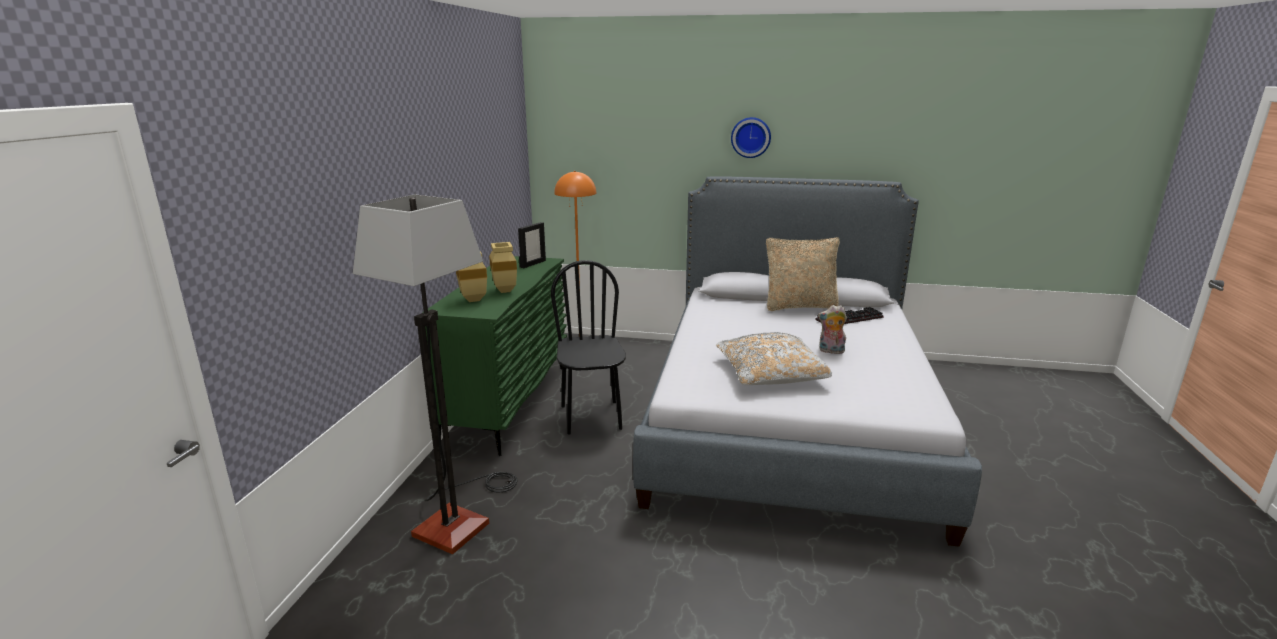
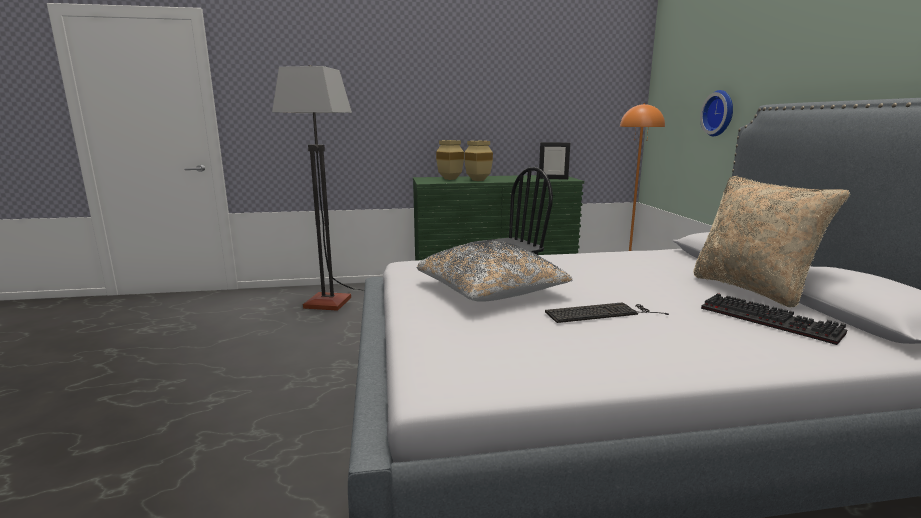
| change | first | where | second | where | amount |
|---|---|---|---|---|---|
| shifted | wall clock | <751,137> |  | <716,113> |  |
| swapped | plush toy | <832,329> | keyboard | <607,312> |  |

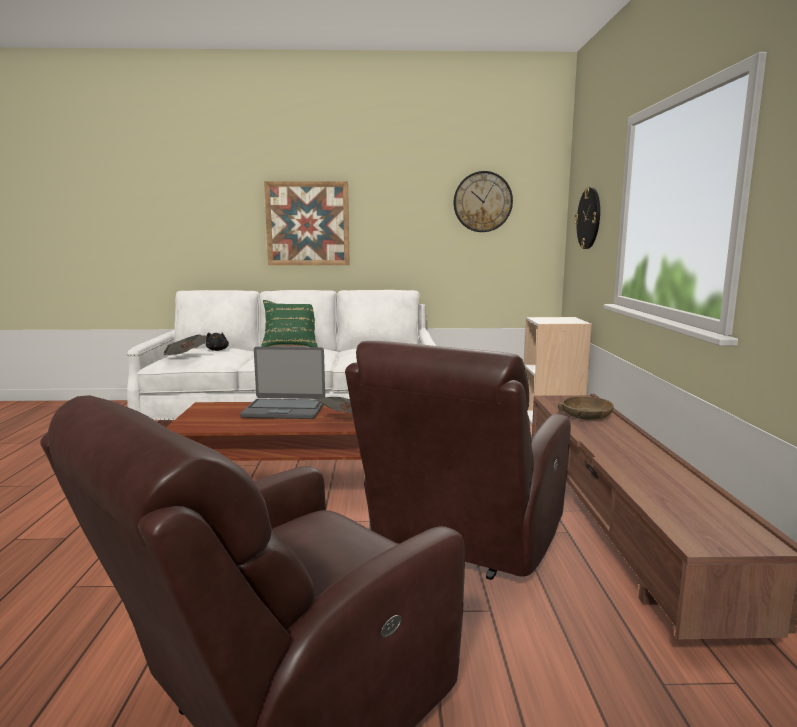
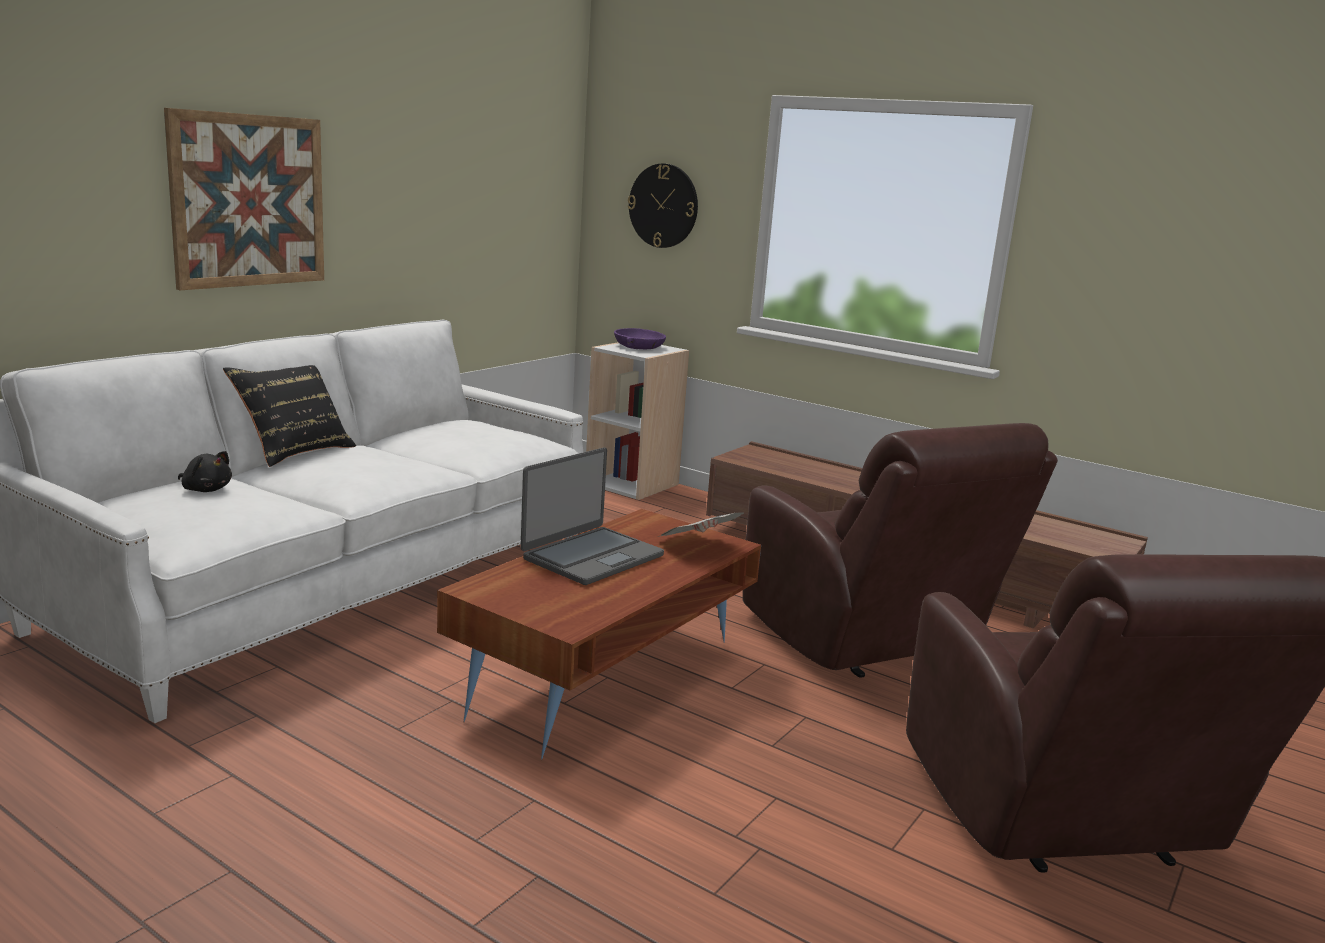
| change | first | where | second | where | amount |
|---|---|---|---|---|---|
| gone | wall clock | <483,201> |  |  |  |
| repainted | green pillow | <289,323> | black pillow | <289,416> |  |
| gone | newspaper | <185,345> |  |  |  |
| gone | brown bowl | <586,408> |  |  |  |
| new |  |  | purple bowl | <640,338> |  |

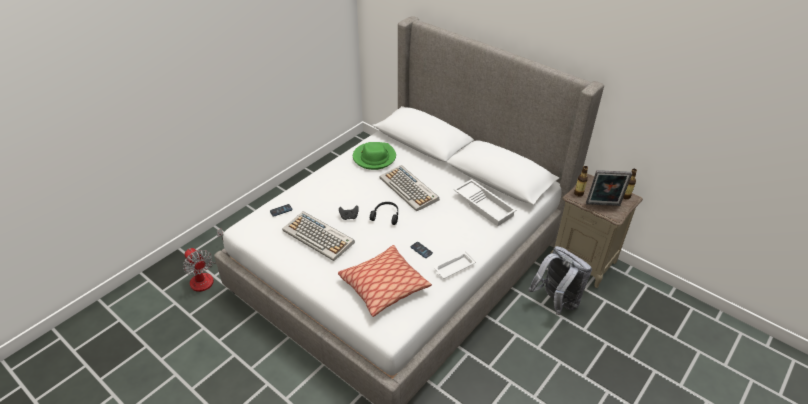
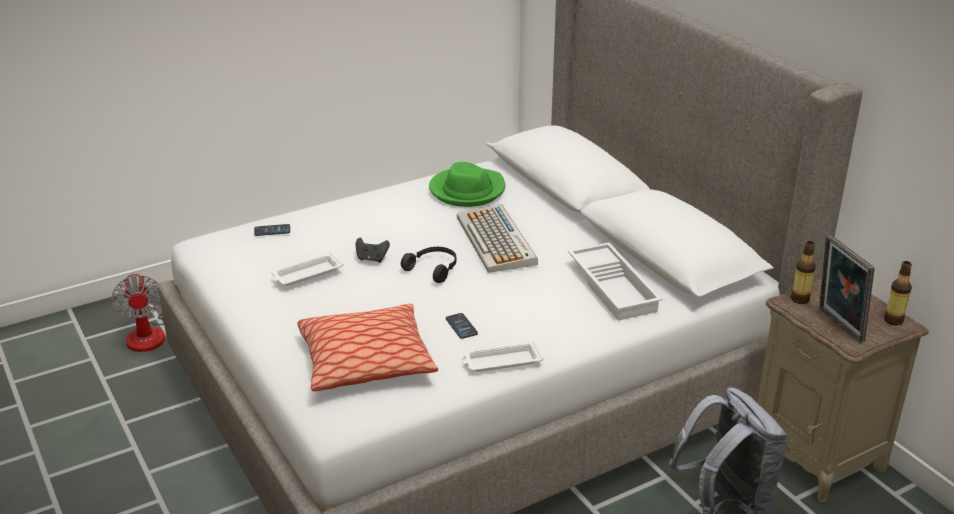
| change | first | where | second | where | amount |
|---|---|---|---|---|---|
| rotated | picture frame | <609,188> |  | <847,289> | 45 degrees clockwise |
| swapped | keyboard | <318,236> | white tray | <307,269> |  |

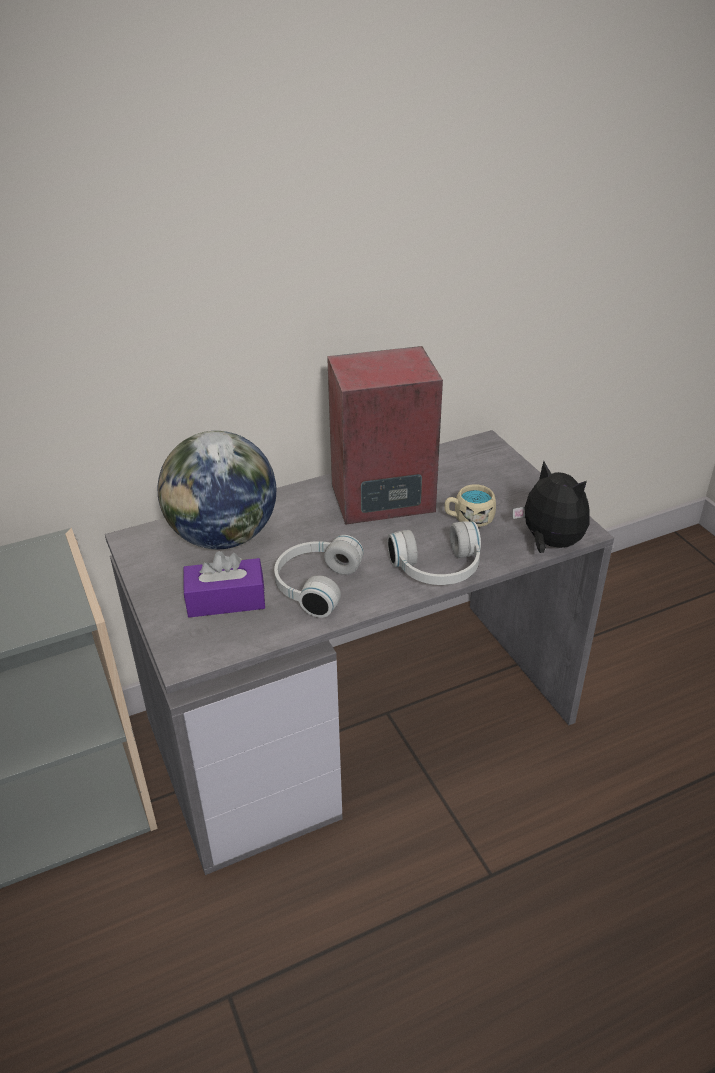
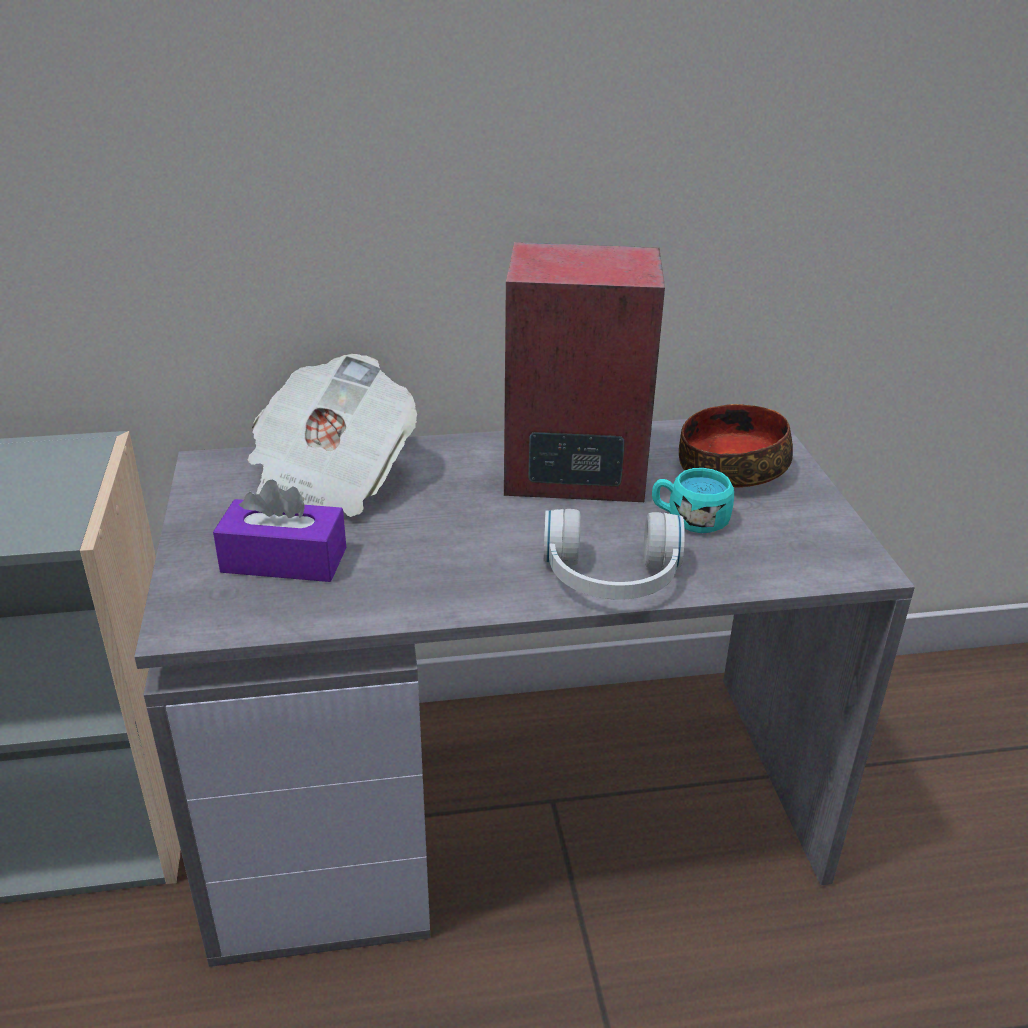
| change | first | where | second | where | amount |
|---|---|---|---|---|---|
| swapped | globe | <217,490> | newspaper | <332,435> |  |
| gone | plush toy | <551,507> |  |  |  |
| repainted | beige mug | <470,505> | turquoise mug | <693,500> |  |
| gone | white headphones | <319,576> |  |  |  |
| new |  |  | bowl | <736,446> |  |

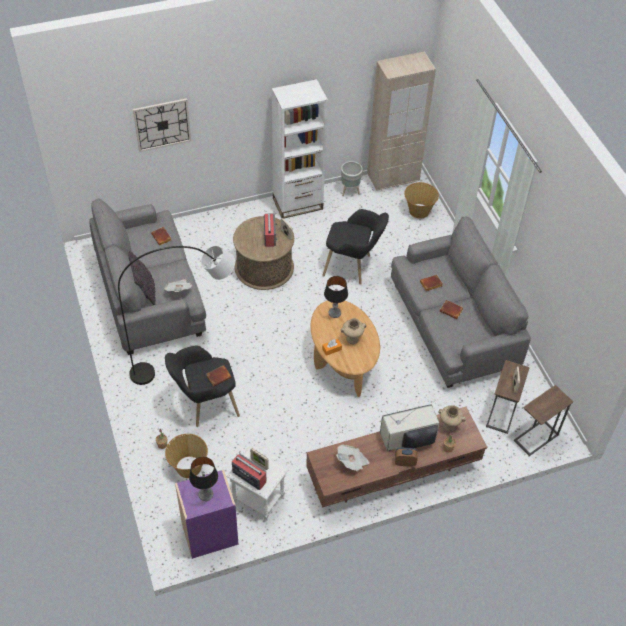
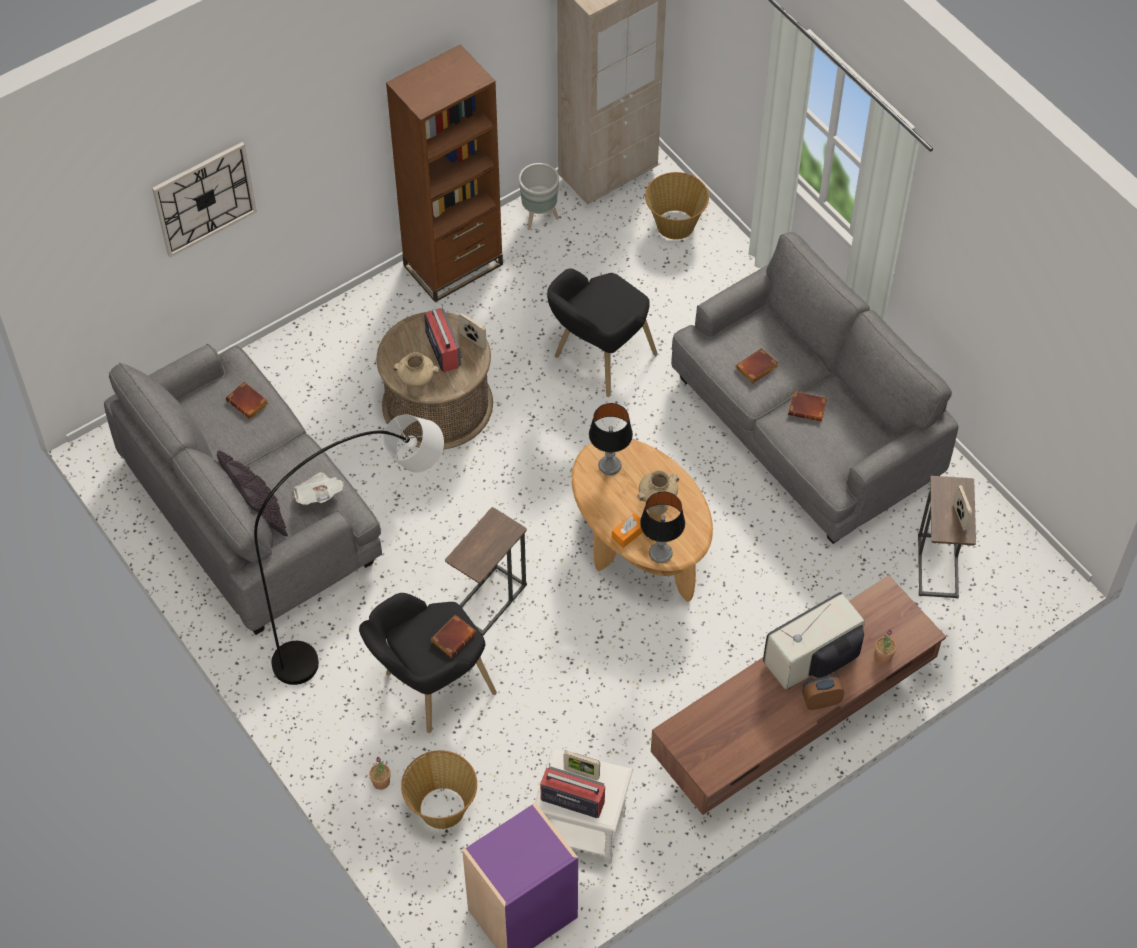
| change | first | where | second | where | amount |
|---|---|---|---|---|---|
| repainted | white bookcase | <300,149> | brown bookcase | <444,173> |  |
| rotated | black armchair | <355,247> |  | <602,332> | 135 degrees clockwise |
| shifted | brown side table | <543,420> |  | <486,571> |  |
| shifted | beige vase | <452,418> |  | <416,374> |  |
| gone | newspaper | <352,457> |  |  |  |
| shifted | table lamp | <203,479> |  | <662,527> |  |

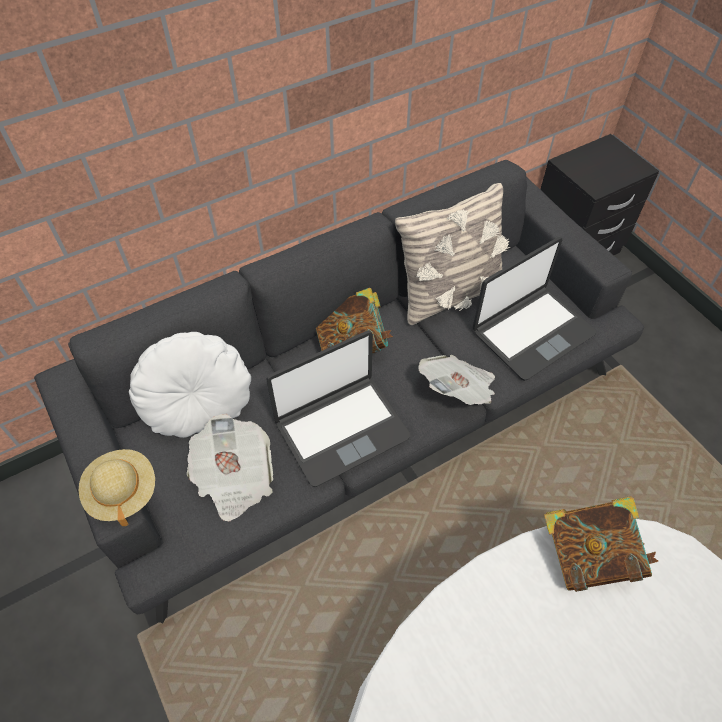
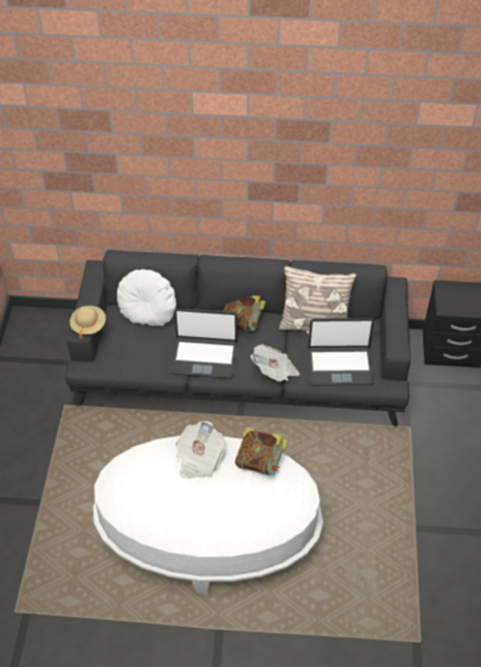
| change | first | where | second | where | amount |
|---|---|---|---|---|---|
| shifted | newspaper | <229,468> |  | <201,450> |  |

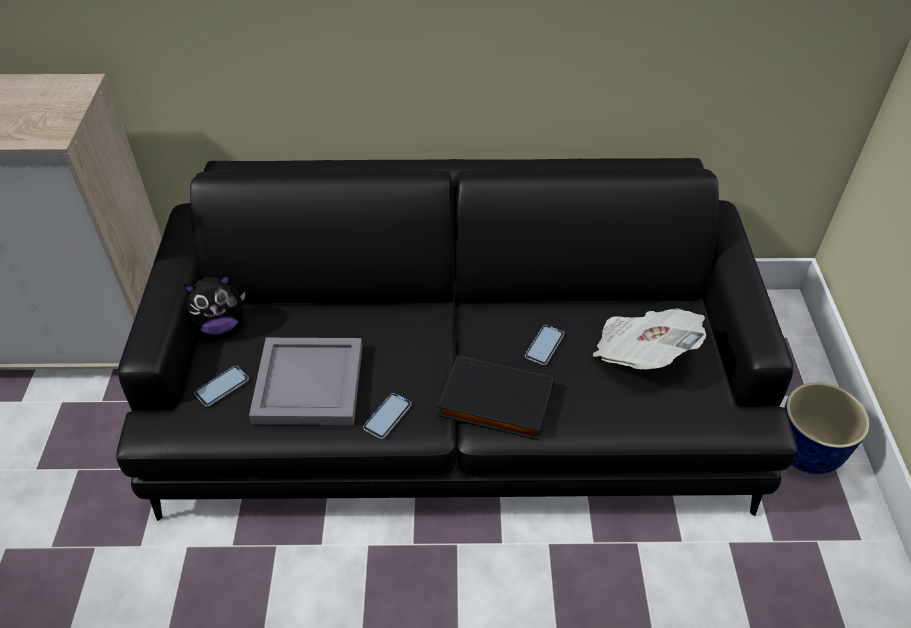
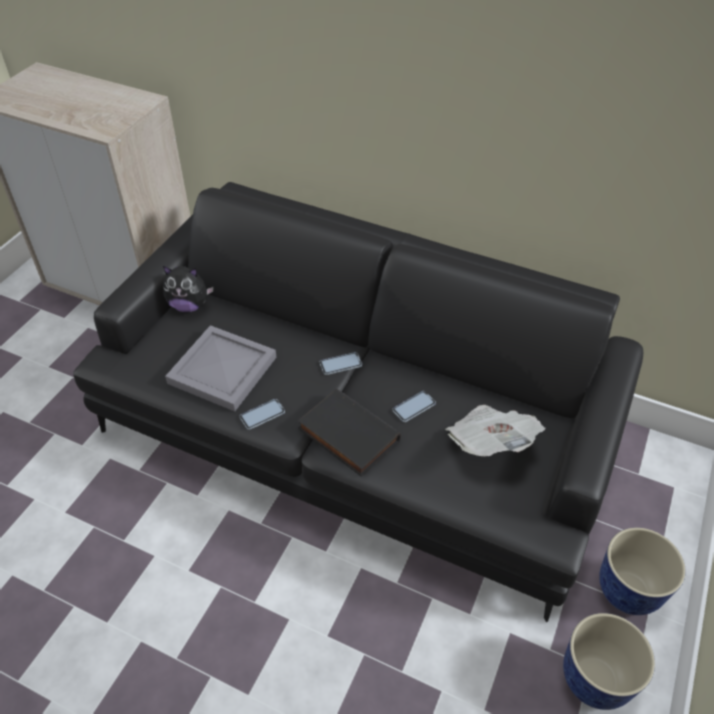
| change | first | where | second | where | amount |
|---|---|---|---|---|---|
| shifted | phone | <221,386> |  | <341,363> |  |
| new |  |  | planter | <609,661> |  |

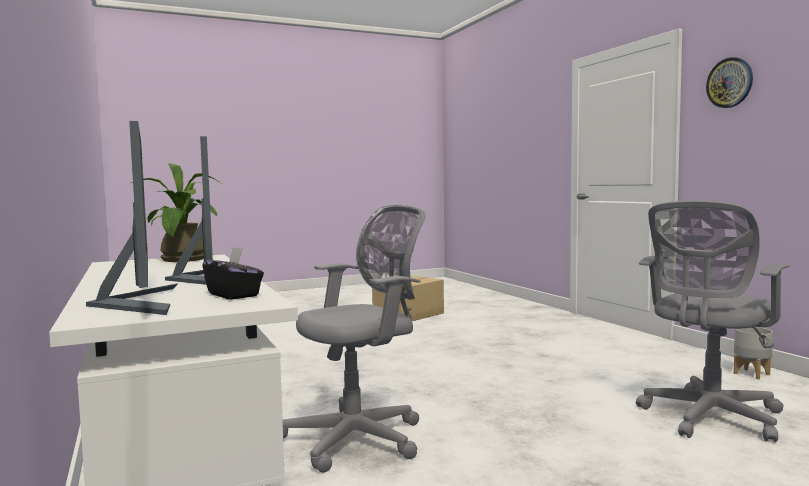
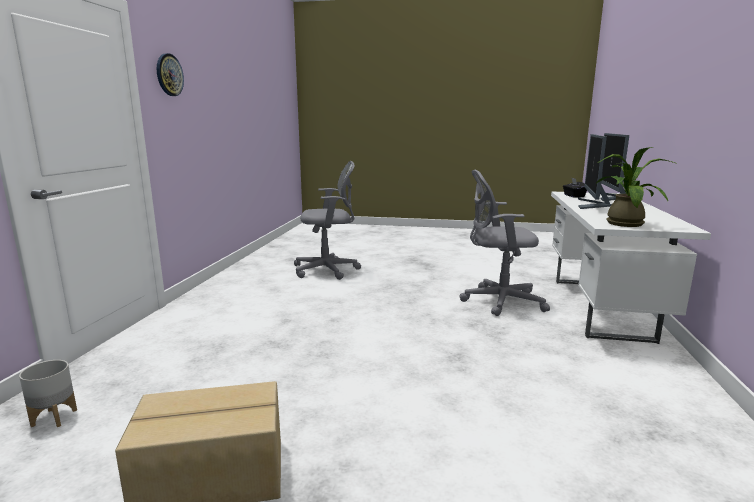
| change | first | where | second | where | amount |
|---|---|---|---|---|---|
| shifted | grey planter | <753,353> |  | <48,393> |  |

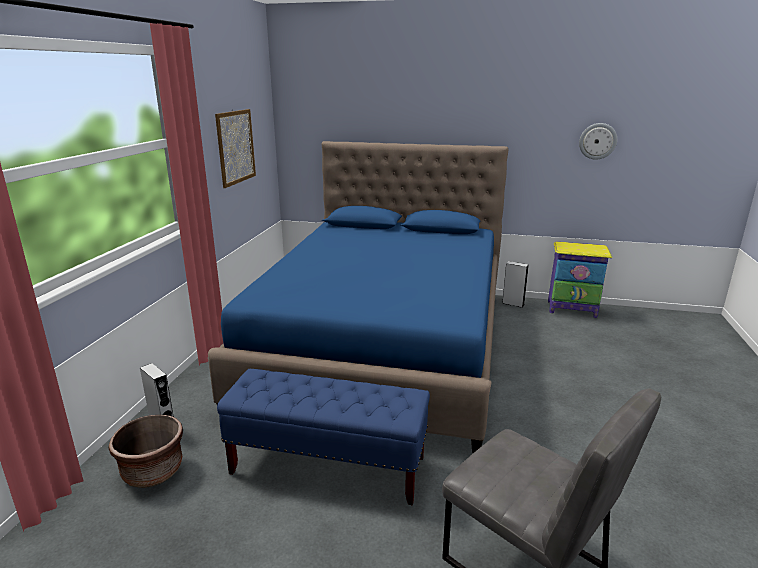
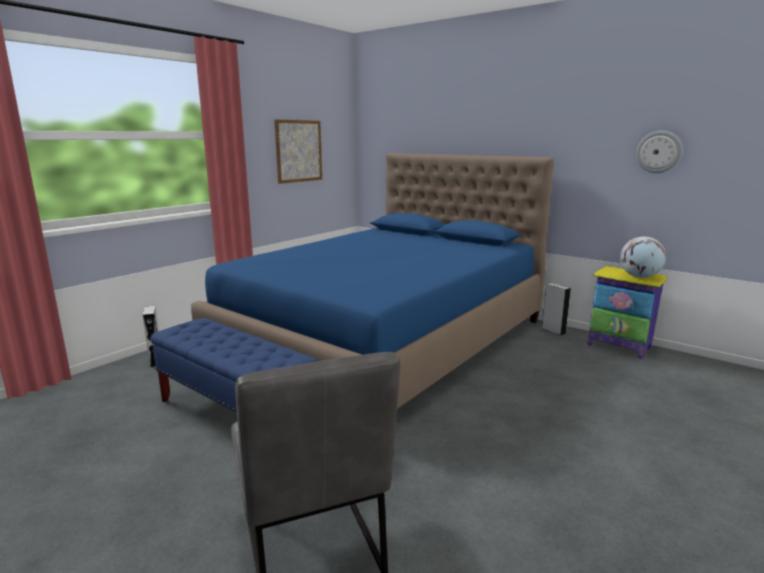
| change | first | where | second | where | amount |
|---|---|---|---|---|---|
| gone | brown planter | <146,451> |  |  |  |
| new |  |  | globe | <643,257> |  |

